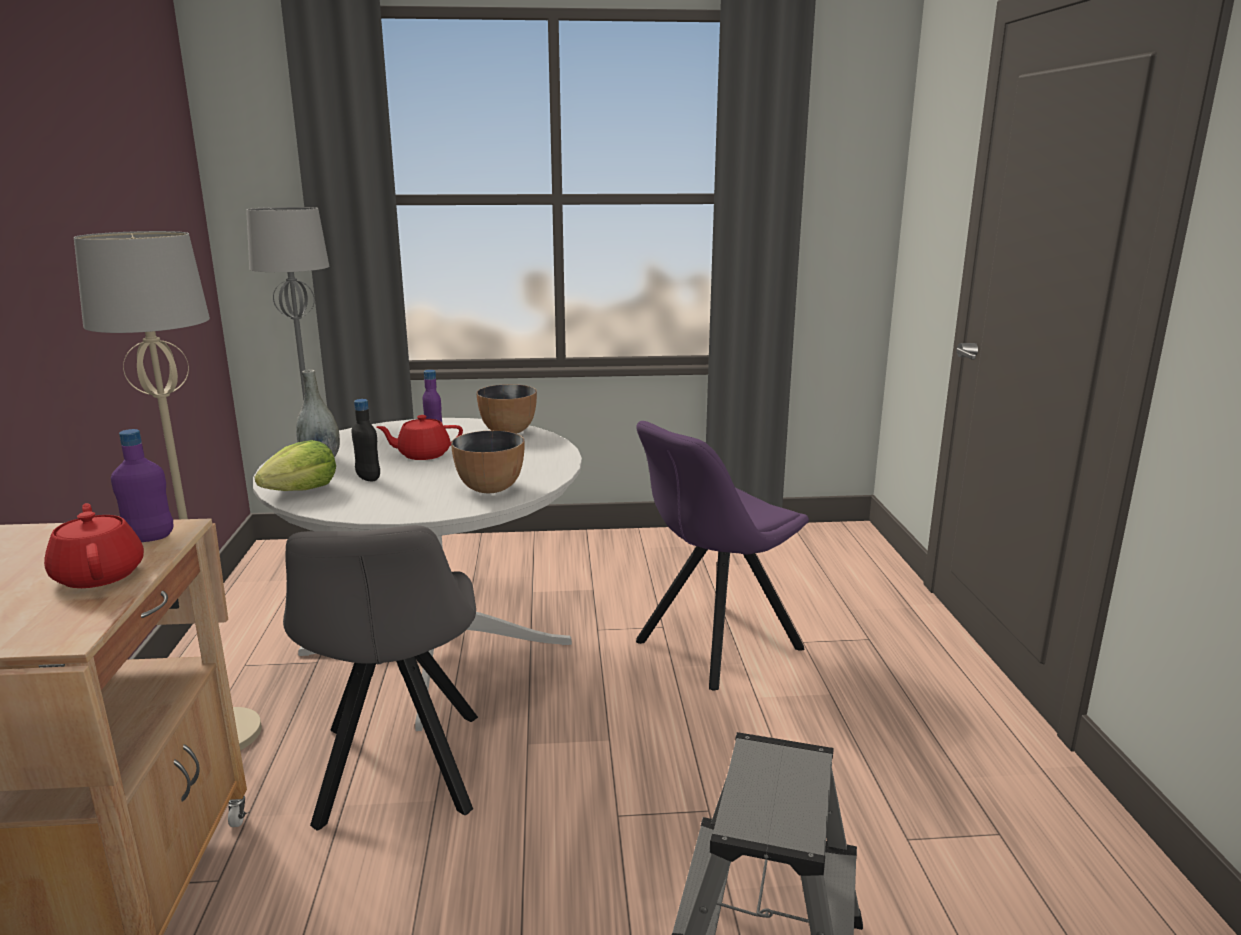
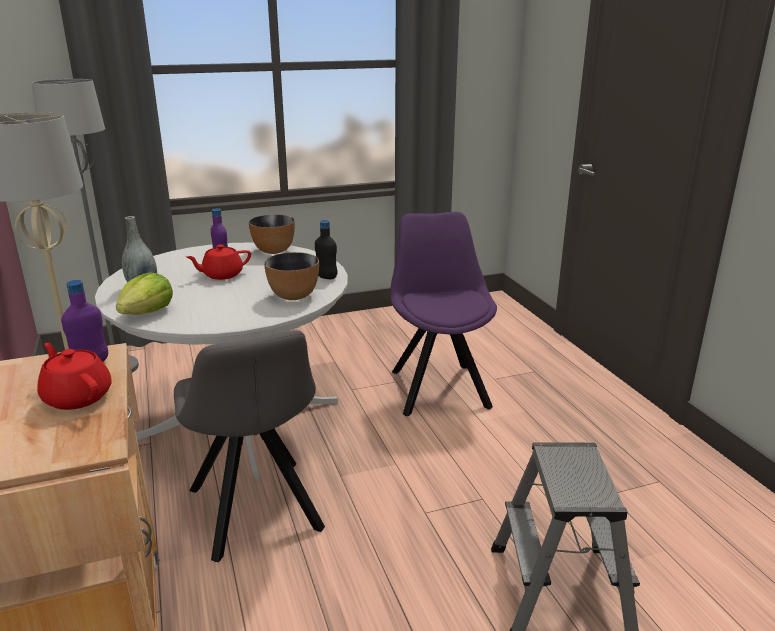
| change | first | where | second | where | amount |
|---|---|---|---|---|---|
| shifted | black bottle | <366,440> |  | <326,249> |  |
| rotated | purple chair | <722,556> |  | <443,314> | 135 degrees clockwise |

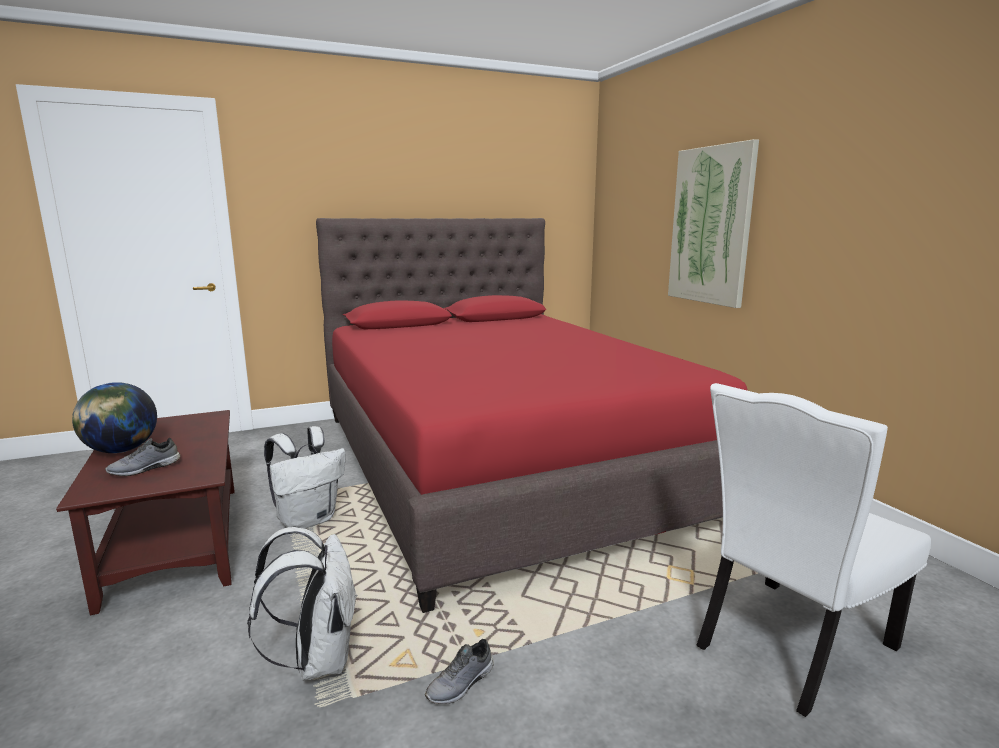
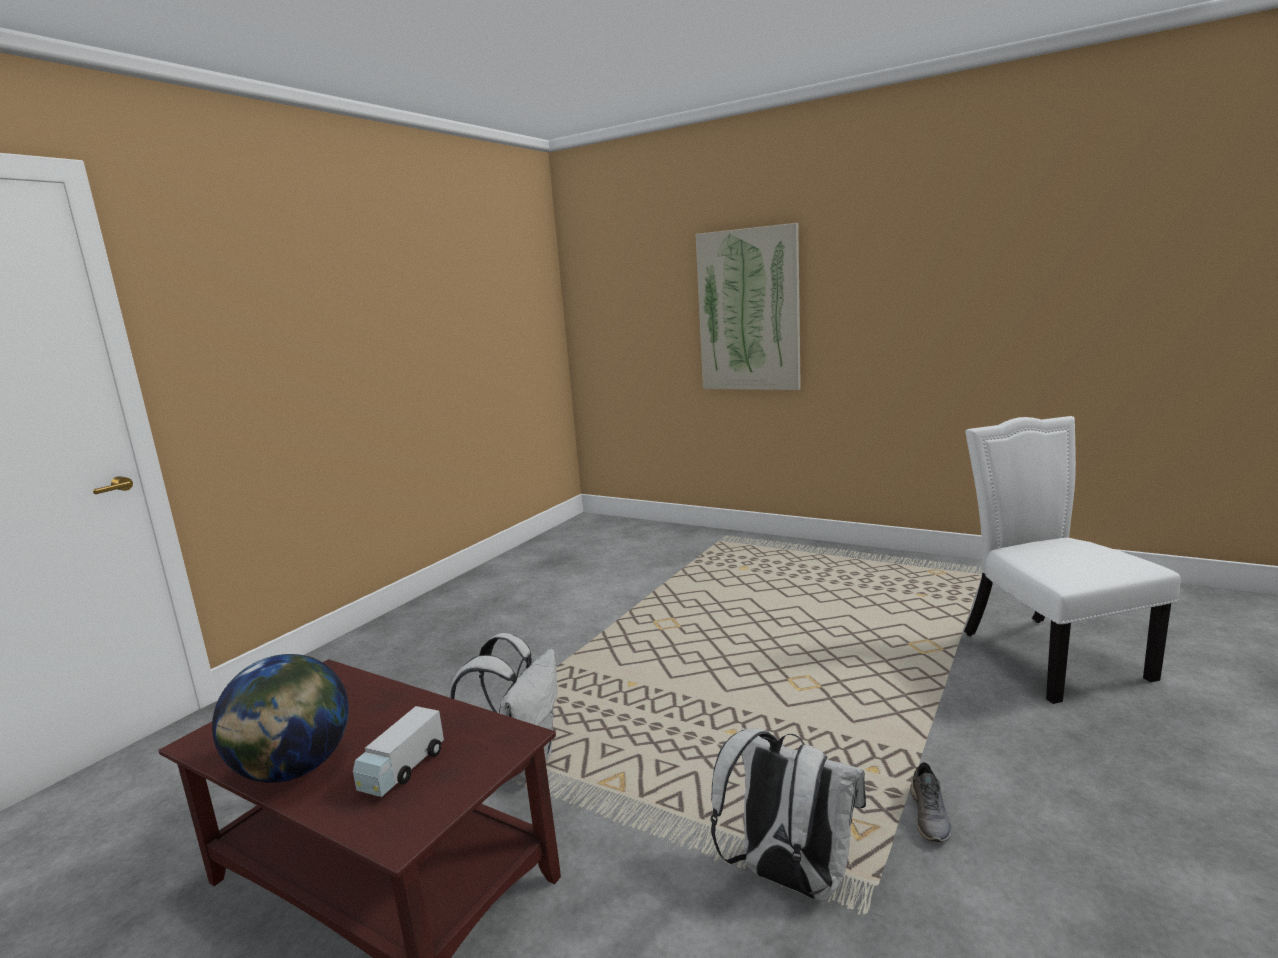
| change | first | where | second | where | amount |
|---|---|---|---|---|---|
| gone | red bed | <532,415> |  |  |  |
| rotated | white chair | <813,550> |  | <1072,560> | 150 degrees clockwise |
| swapped | grey shoe | <142,457> | toy truck | <398,751> |  |

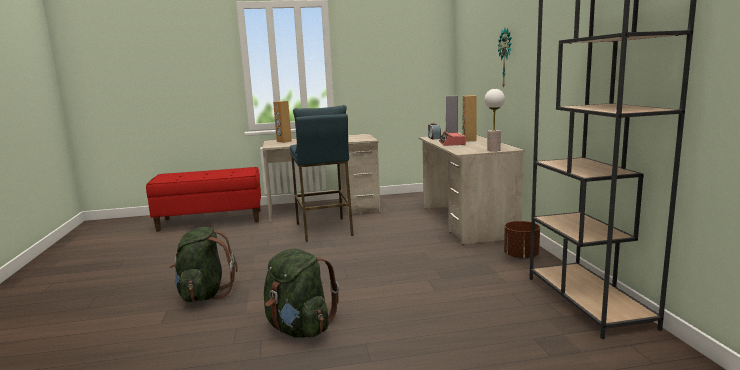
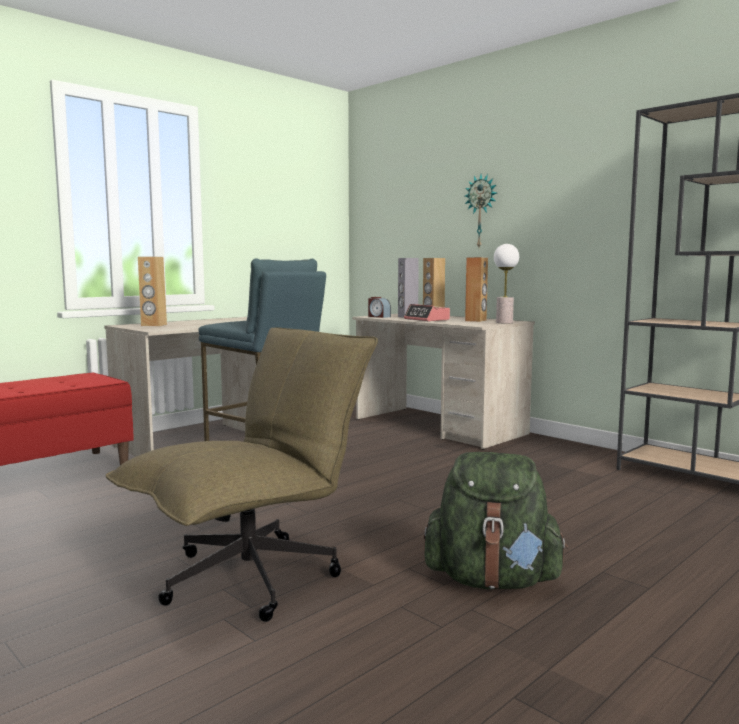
| change | first | where | second | where | amount |
|---|---|---|---|---|---|
| gone | brown planter | <522,240> |  |  |  |
| swapped | green backpack | <203,264> | beige office chair | <241,474> |  |
| new |  |  | brown speaker | <476,289> |  |

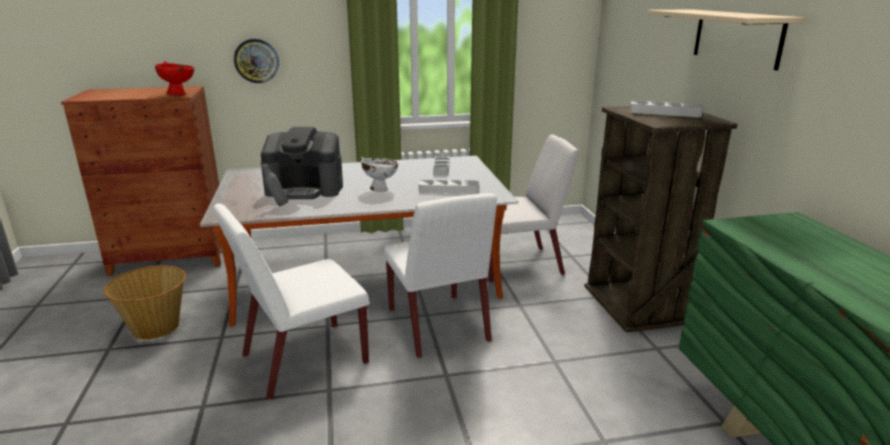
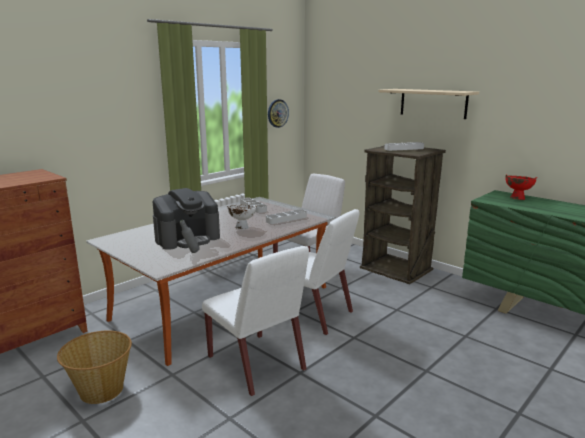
| change | first | where | second | where | amount |
|---|---|---|---|---|---|
| shifted | wall clock | <256,61> |  | <278,113> |  |
| shifted | red bowl | <175,78> |  | <521,187> |  |
| rotated | white chair | <291,302> |  | <255,321> | 60 degrees counterclockwise |

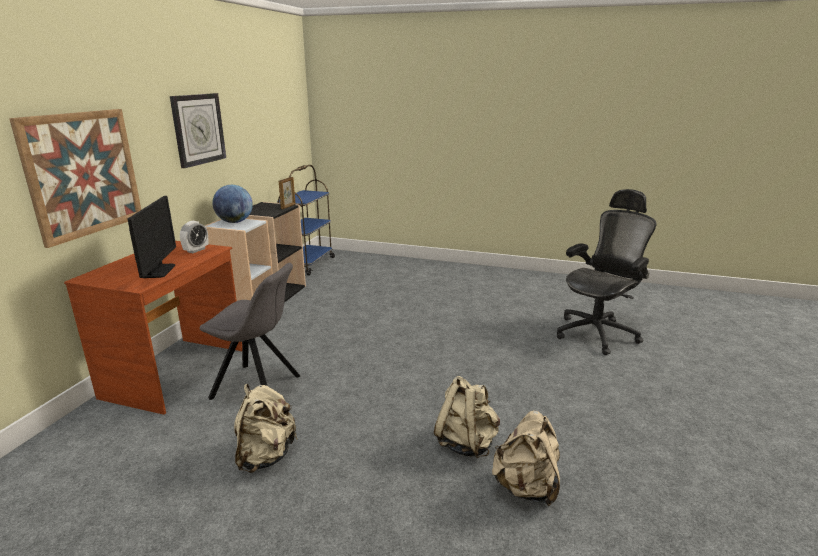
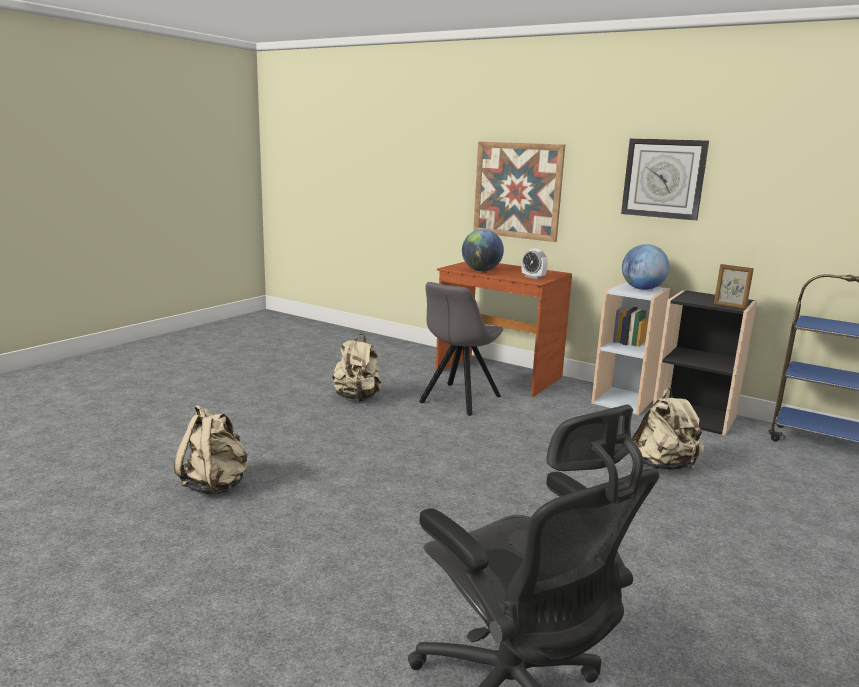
| change | first | where | second | where | amount |
|---|---|---|---|---|---|
| swapped | monitor | <152,237> | globe | <483,250> |  |
| shifted | beige backpack | <467,417> |  | <666,429> |  |

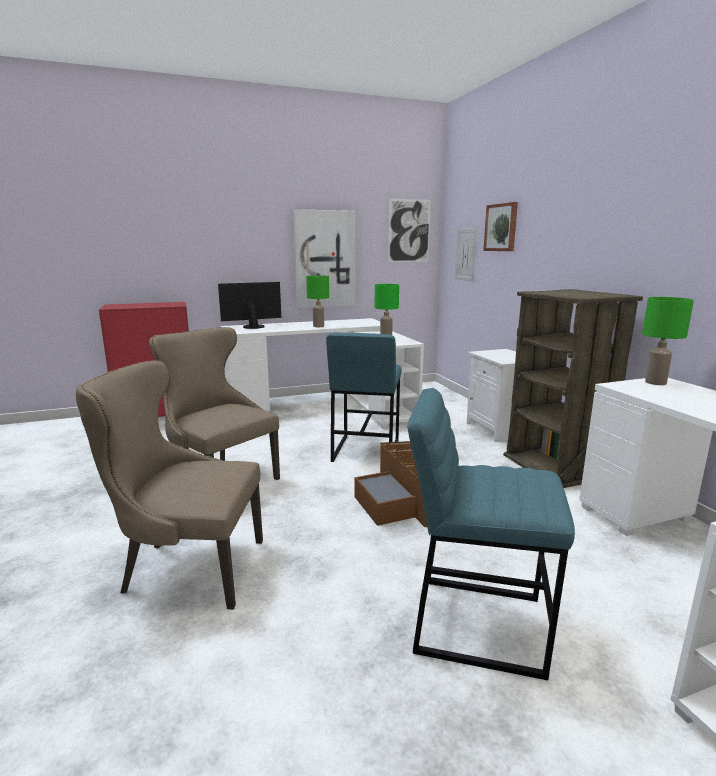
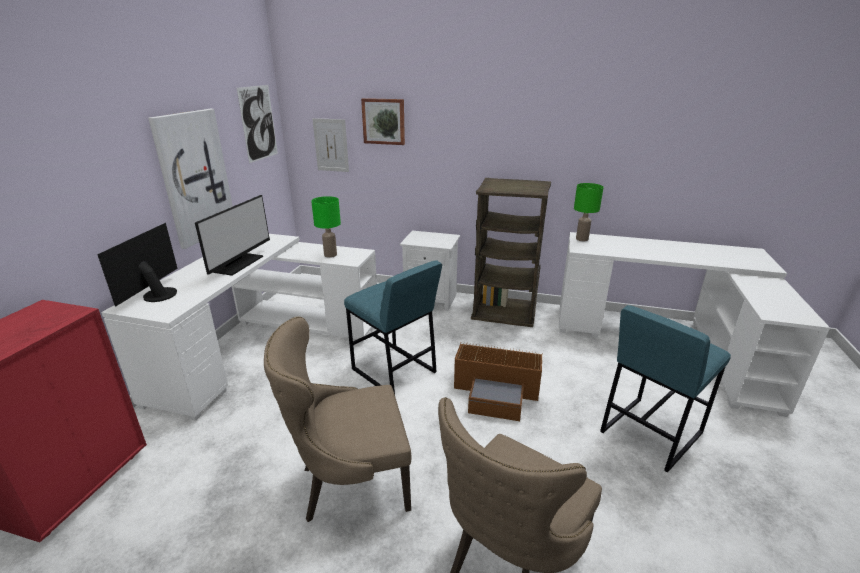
| change | first | where | second | where | amount |
|---|---|---|---|---|---|
| swapped | green table lamp | <317,301> | monitor | <232,235> |  |

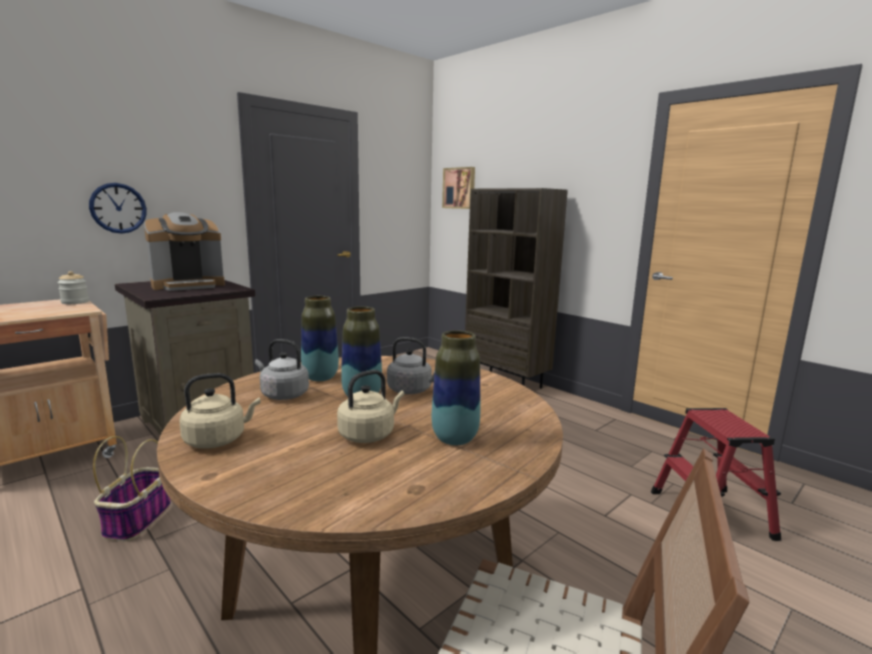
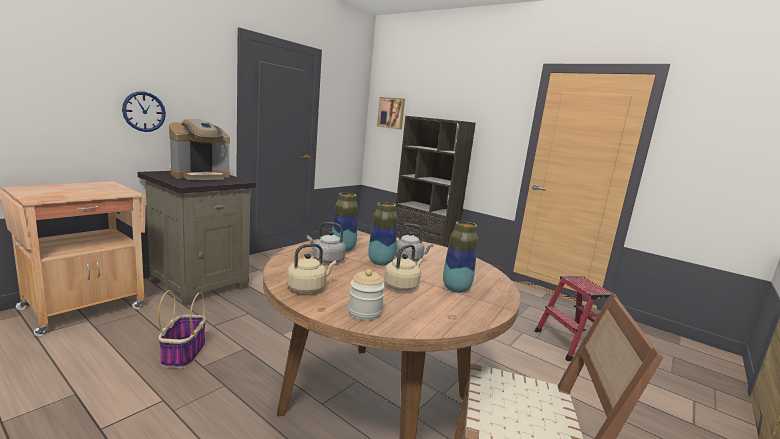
| change | first | where | second | where | amount |
|---|---|---|---|---|---|
| shifted | jar | <73,287> |  | <366,294> |  |

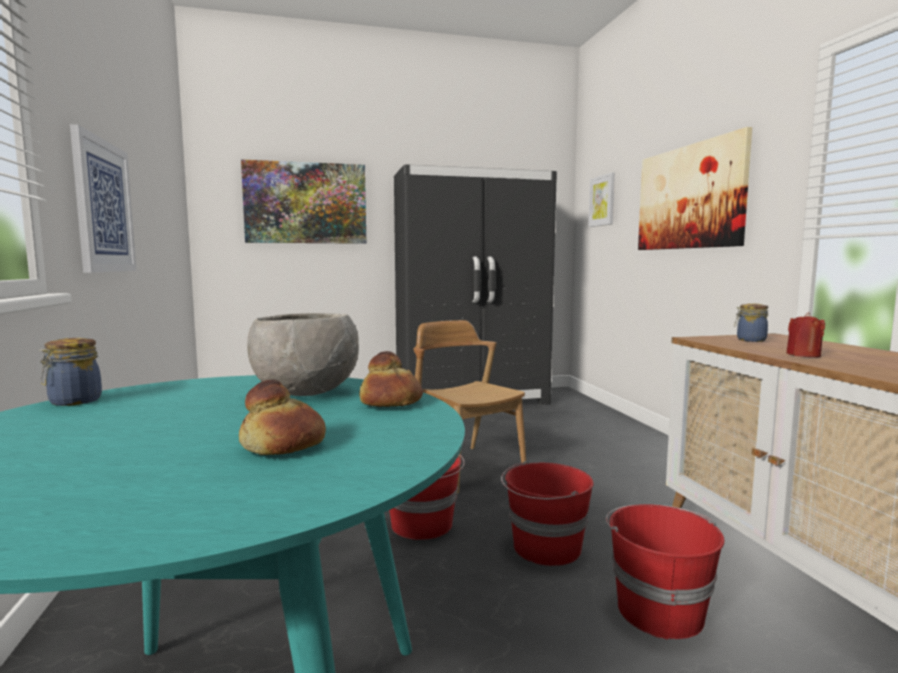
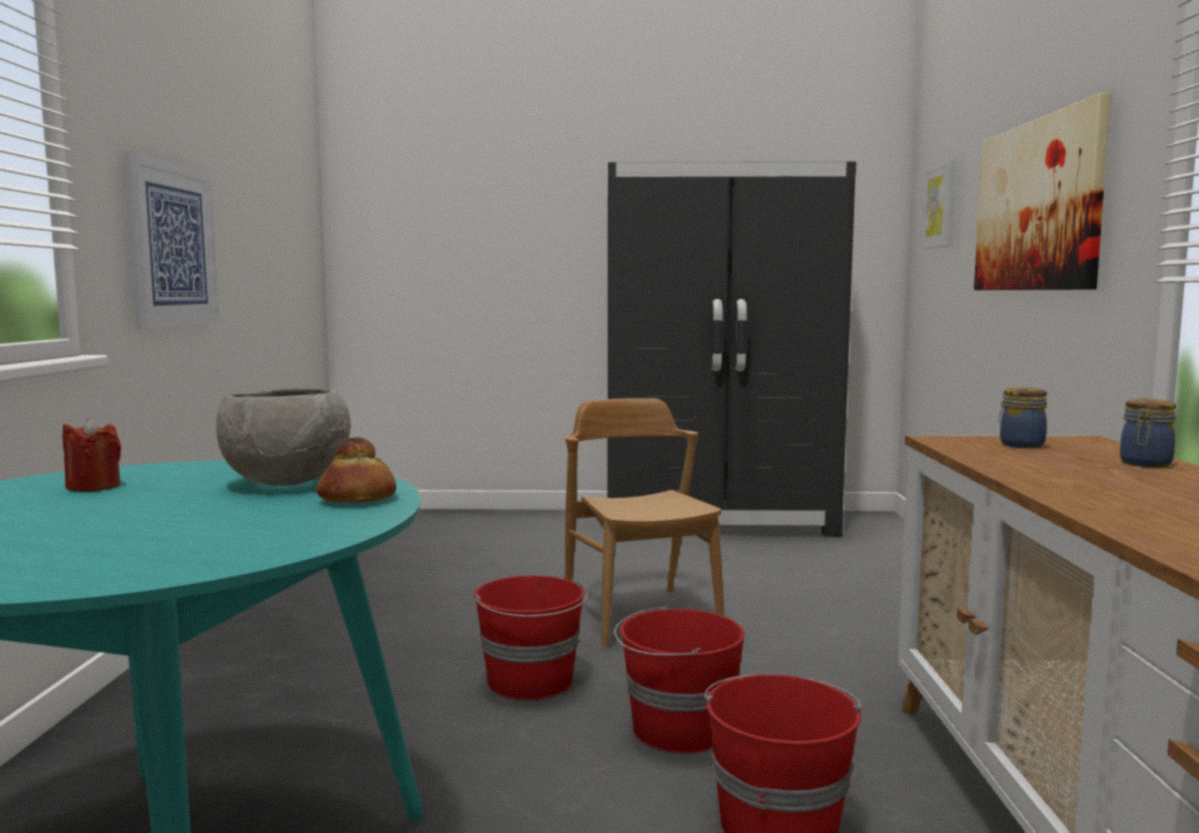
| change | first | where | second | where | amount |
|---|---|---|---|---|---|
| gone | picture | <303,201> |  |  |  |
| shifted | red candle | <805,334> |  | <91,454> |  |
| shifted | jar | <70,372> |  | <1148,433> |  |
| gone | bread | <282,417> |  |  |  |

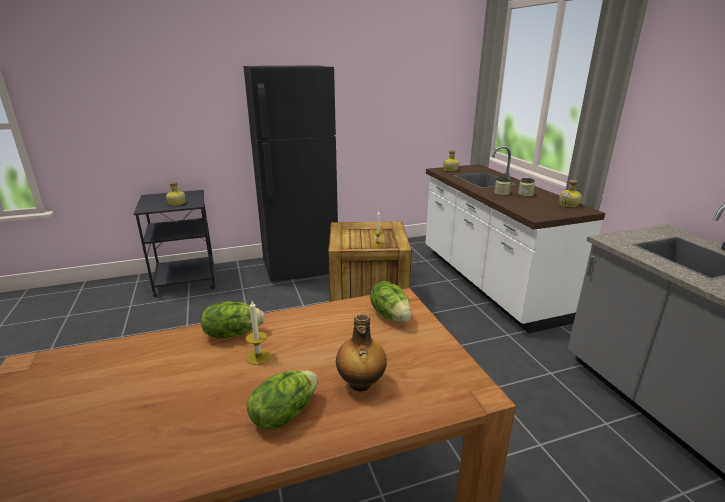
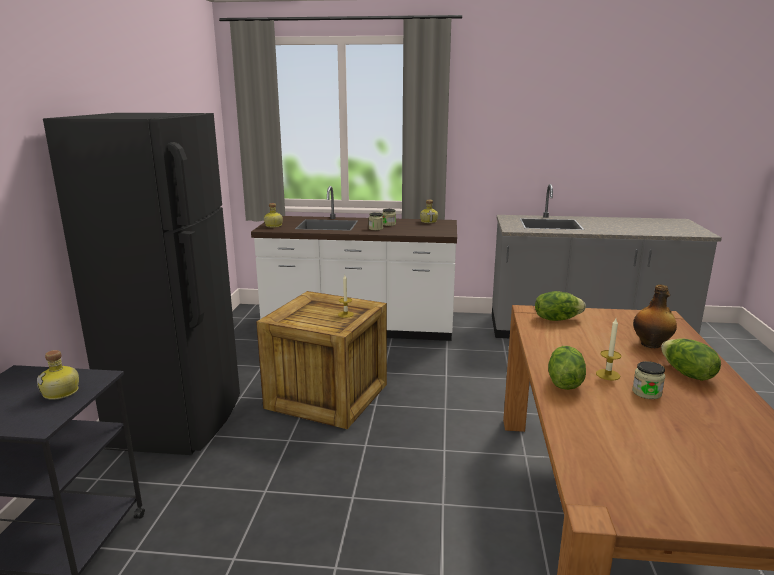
| change | first | where | second | where | amount |
|---|---|---|---|---|---|
| new |  |  | jar | <648,380> |  |

